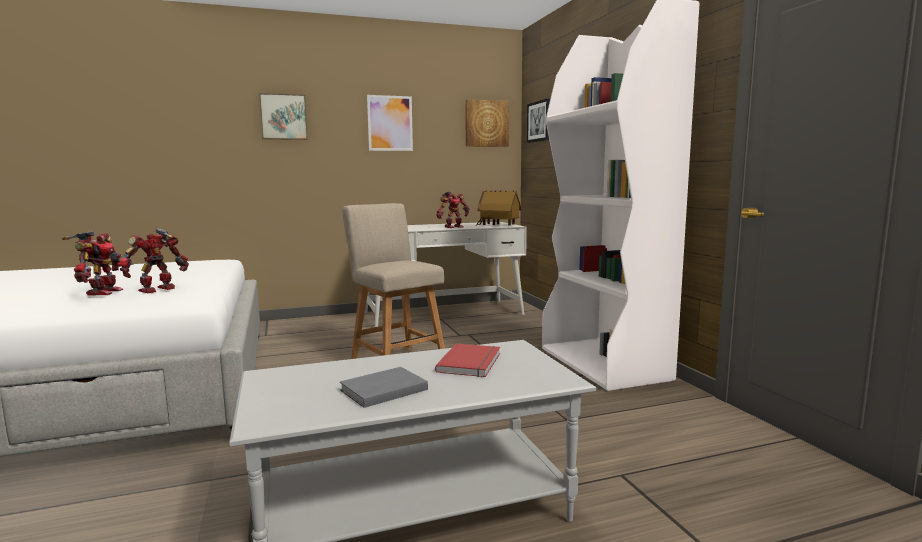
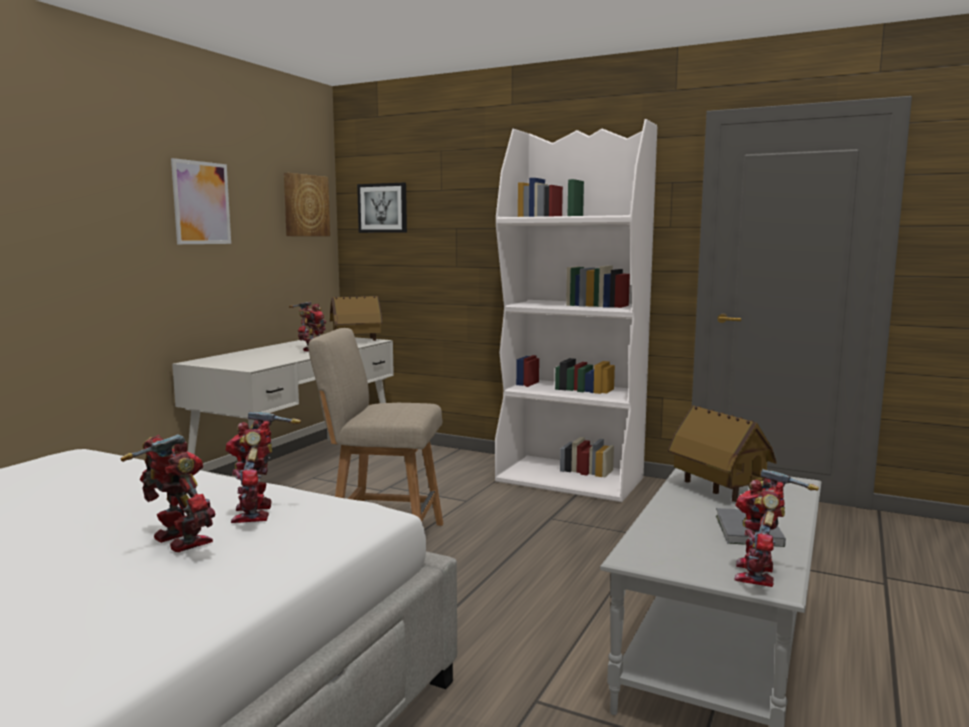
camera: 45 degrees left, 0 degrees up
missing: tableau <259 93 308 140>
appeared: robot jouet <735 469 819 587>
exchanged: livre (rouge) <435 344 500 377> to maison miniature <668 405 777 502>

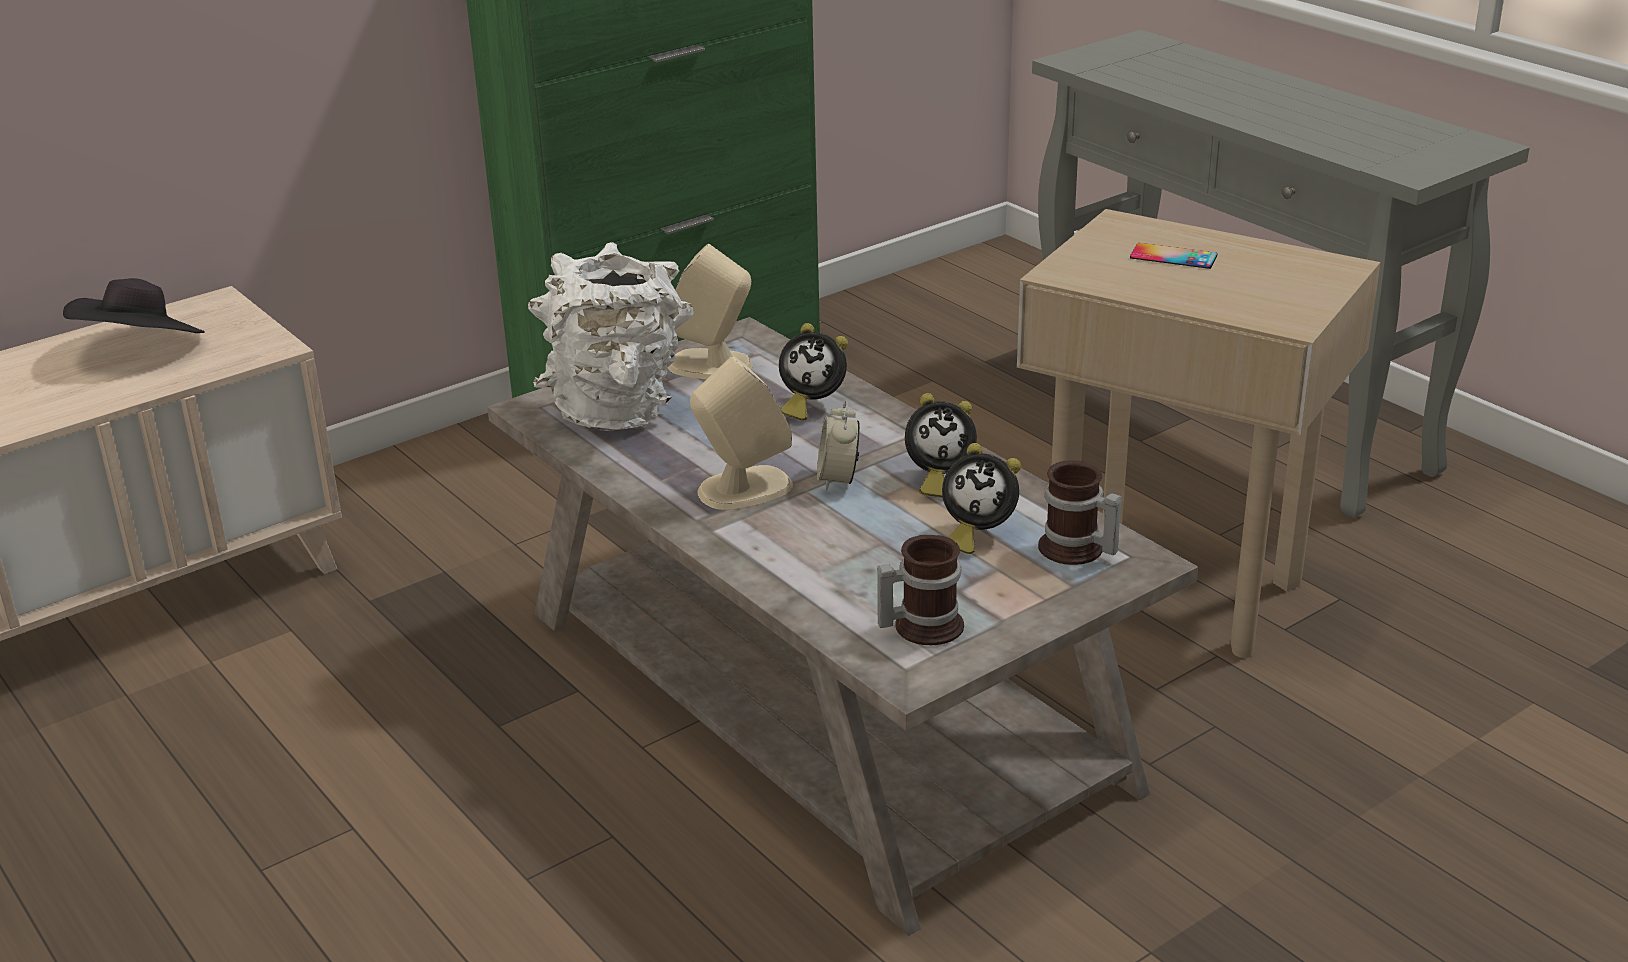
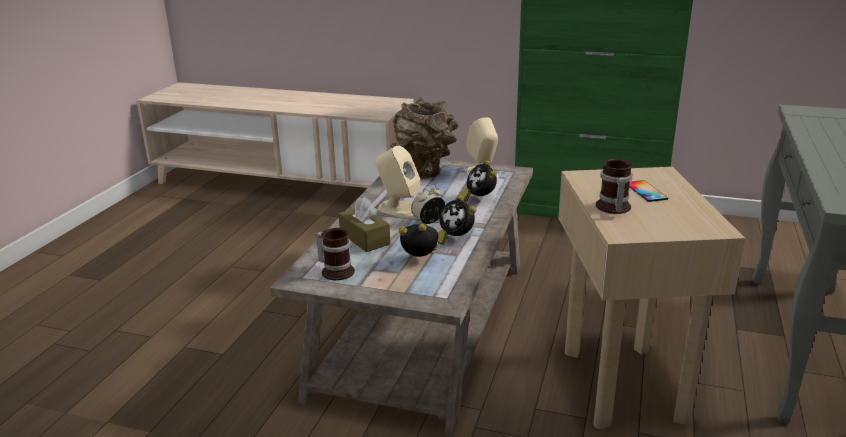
camera: 55 degrees right, 5 degrees down
missing: chapeau (noir) <63 278 205 333>
appeared: boîte à mouchoirs (marron) <339 197 390 252>
relocated: mug <1038 460 1122 565> to <596 158 633 214>
colour: vase (blanc) <528 242 694 431> to vase (marron) <390 98 458 179>
spun: réveil <942 443 1021 554> = <399 224 438 257> 120 degrees clockwise

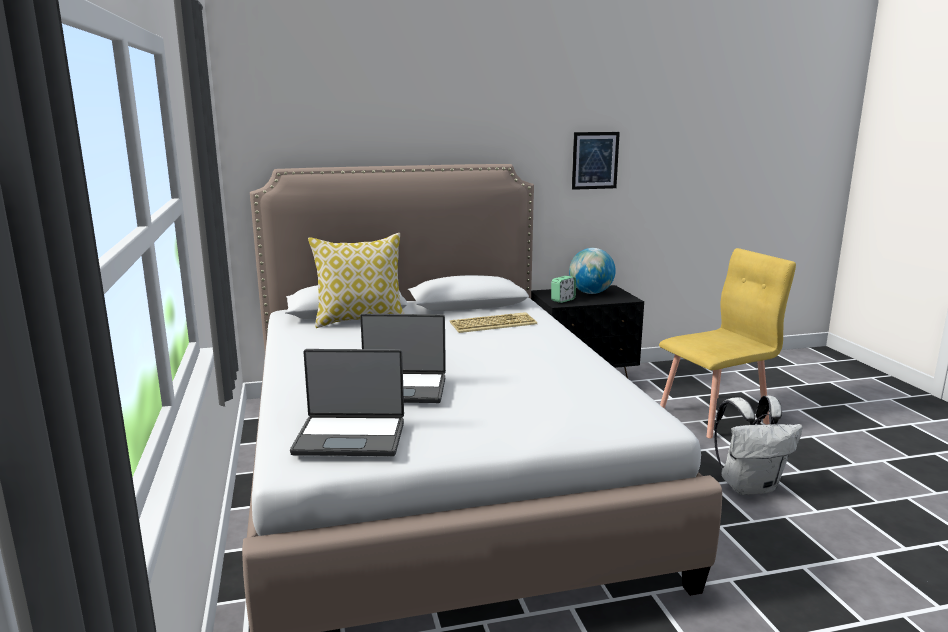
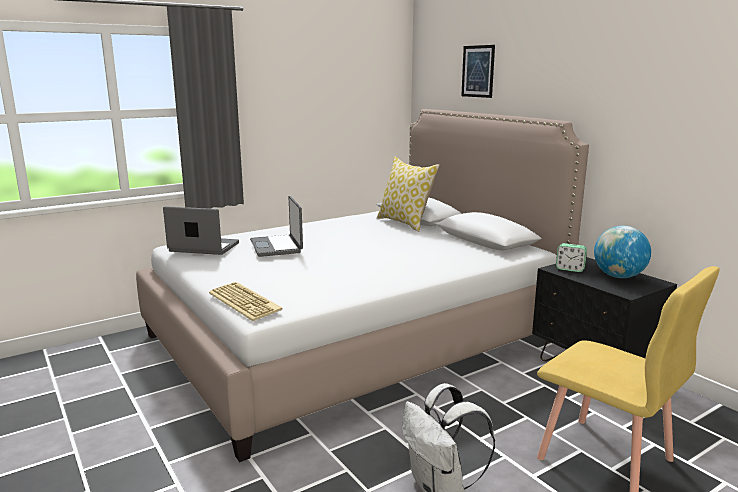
camera: 70 degrees right, 0 degrees up
relocated: tableau <572 132 620 190> to <461 45 495 98>; clavier <450 312 537 333> to <209 282 283 321>
spun: ordinateur portable <290 349 404 456> = <163 206 239 255> 120 degrees clockwise

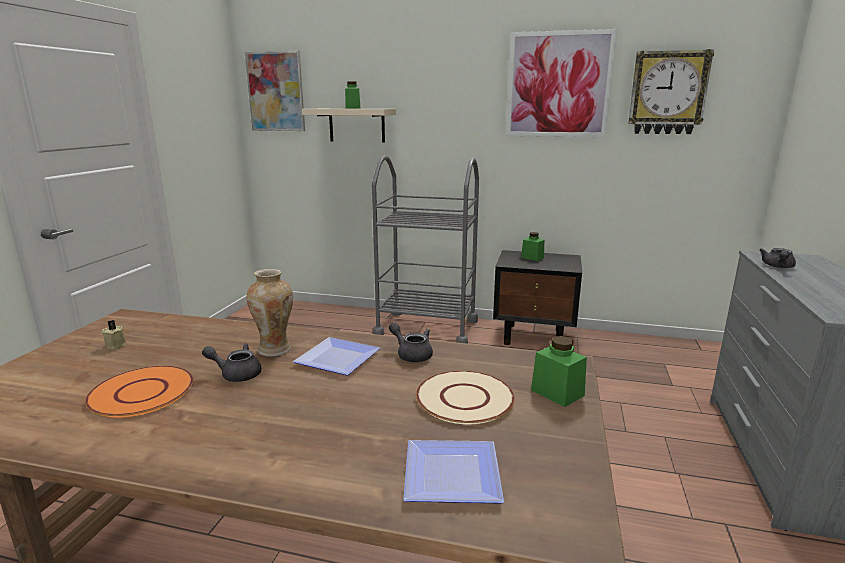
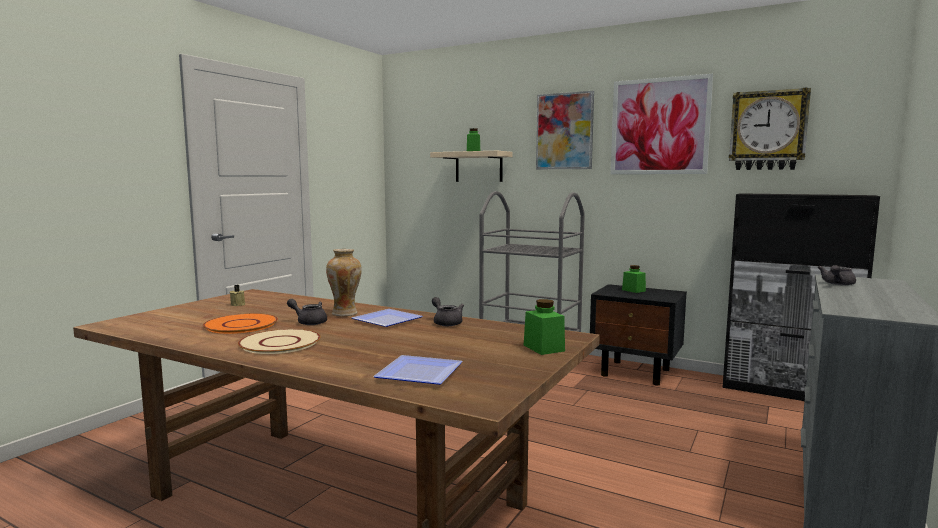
camera: 15 degrees right, 10 degrees down
appeared: meuble de rangement (noir) <722 193 880 401>
relocated: tableau <245 51 305 131> to <536 91 594 169>; assiette (beige) <416 371 515 424> to <238 329 320 354>

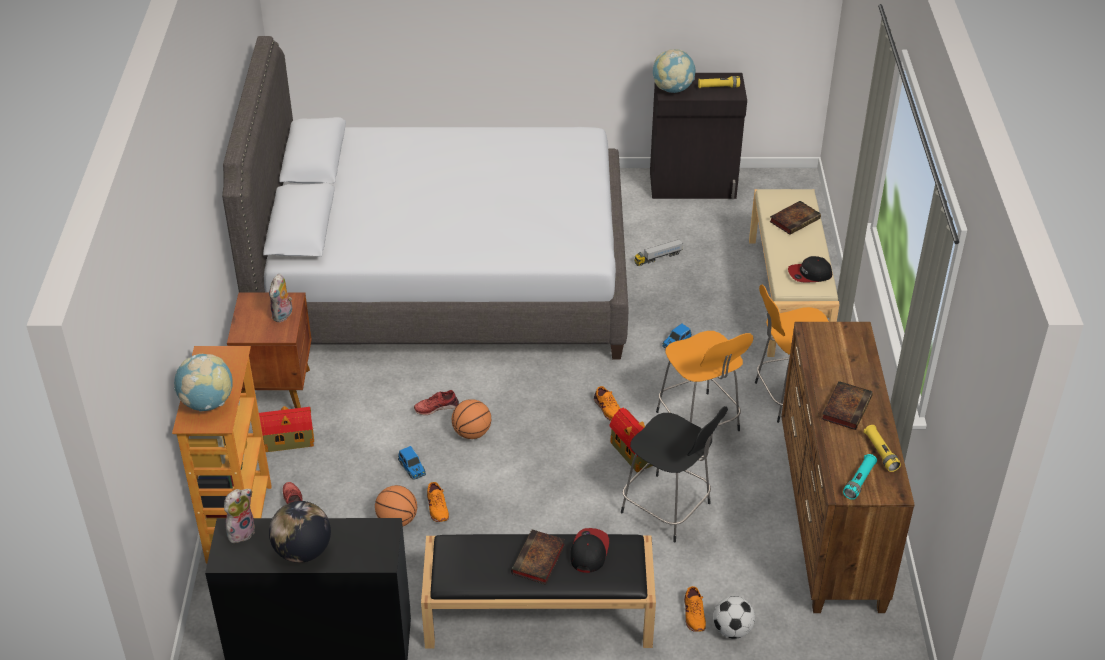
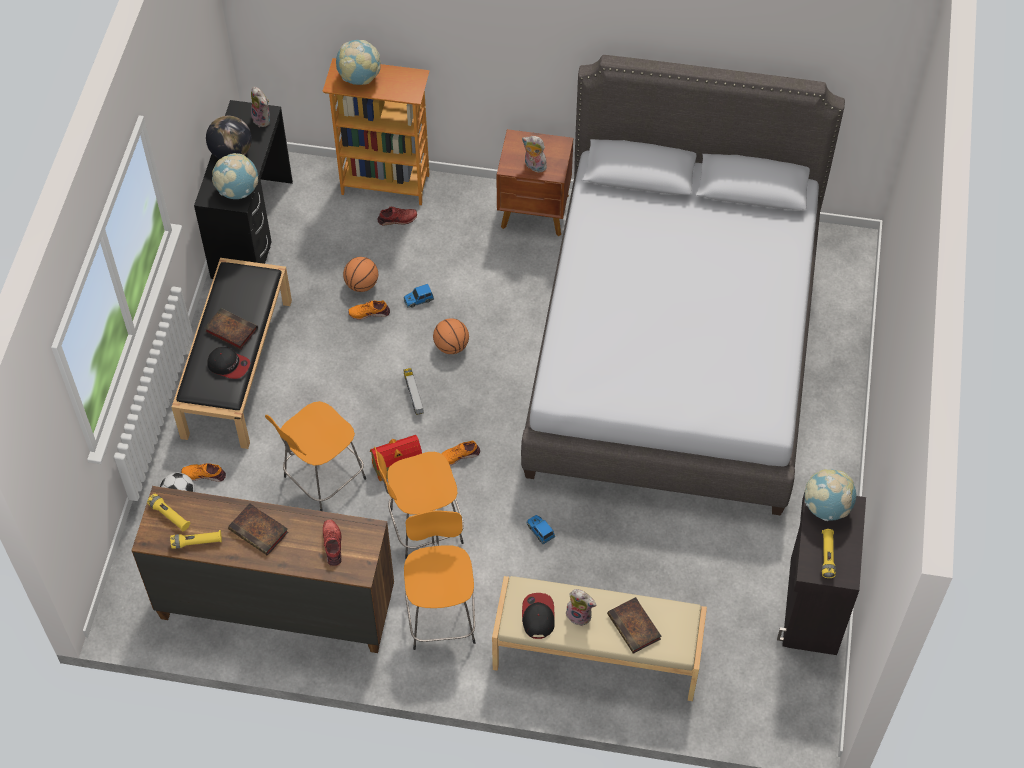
camera: 100 degrees right, 15 degrees up
missing: maison miniature <259 406 314 452>
appeared: globe <212 153 258 199>; peluche <566 589 596 626>
relocated: camion jouet <634 239 683 266> to <403 368 424 415>; chaussure (rouge) <414 390 459 415> to <323 520 342 566>
colour: tabouret (noir) <621 406 728 542> to tabouret (orange) <265 401 366 511>; lampe de poche (turquoise) <843 454 877 500> to lampe de poche (jaune) <147 494 191 531>

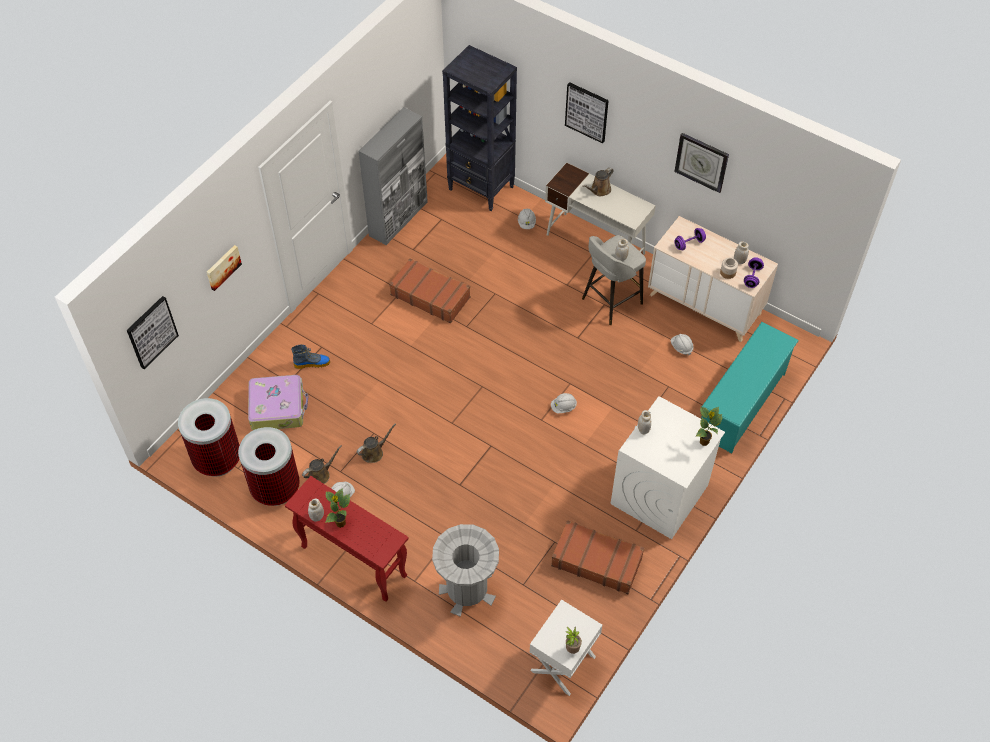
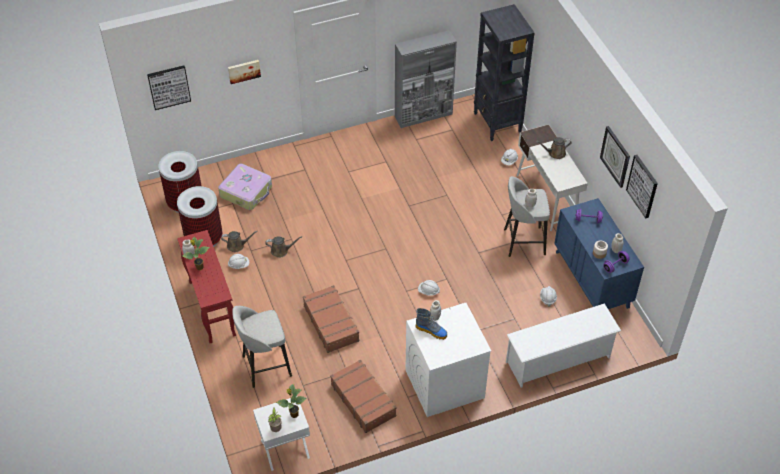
camera: 35 degrees right, 5 degrees down
relocated: tableau <565 82 609 144> to <626 155 658 218>; valise (marron) <389 258 470 324> to <303 285 359 353>; botte <291 344 330 369> to <415 308 447 340>; plante en pot <696 407 722 446> to <276 384 307 418>
exchanged: poubelle (gris) <432 524 499 617> to tabouret (gris) <232 306 292 388>
colour: commode (beige) <648 216 778 342> to commode (bleu) <554 198 644 309>; étagère à chaussures (turquoise) <701 322 799 453> to étagère à chaussures (blanc) <506 303 621 388>

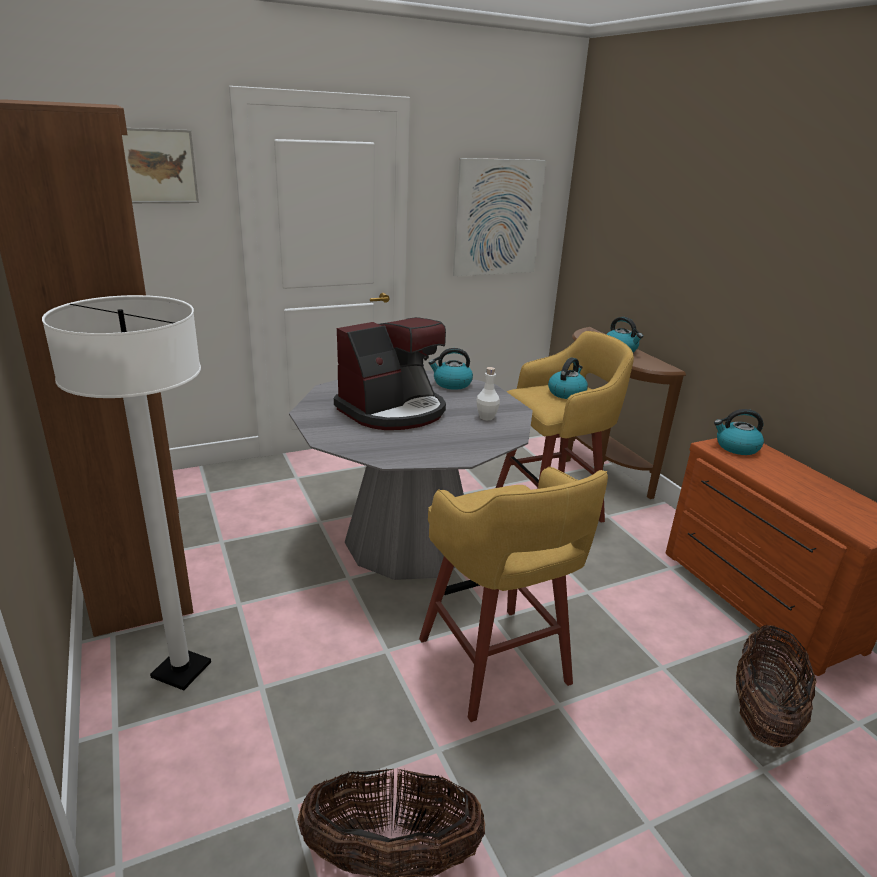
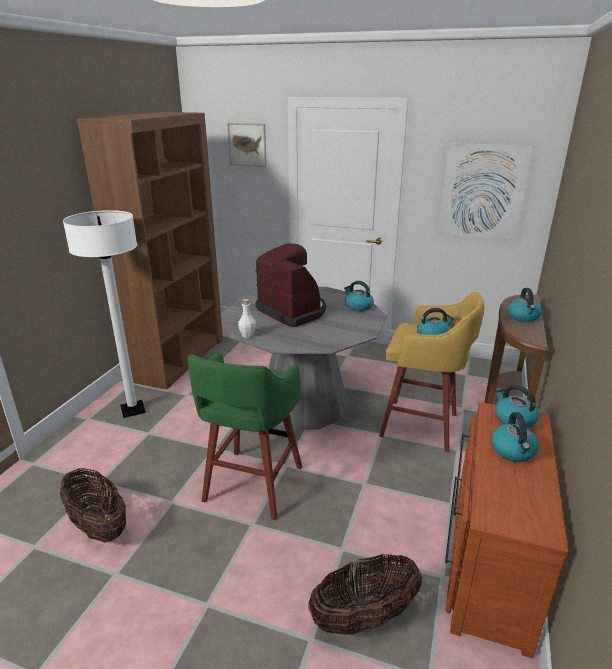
camera: 45 degrees right, 0 degrees up
appeared: bouilloire <491 412 539 462>
relocated: bouteille (blanc) <476 367 500 420> to <238 299 256 338>
colour: tabouret (jaune) <419 467 608 722> to tabouret (vert) <187 352 302 520>
spun: machine à café <334 317 446 430> = <255 243 326 327> 135 degrees counterclockwise

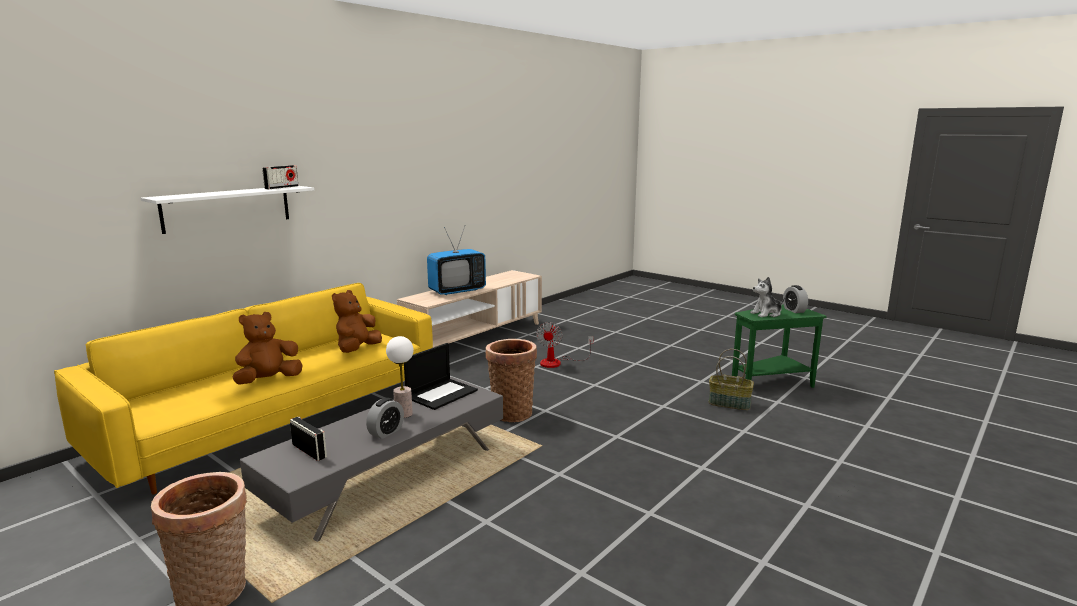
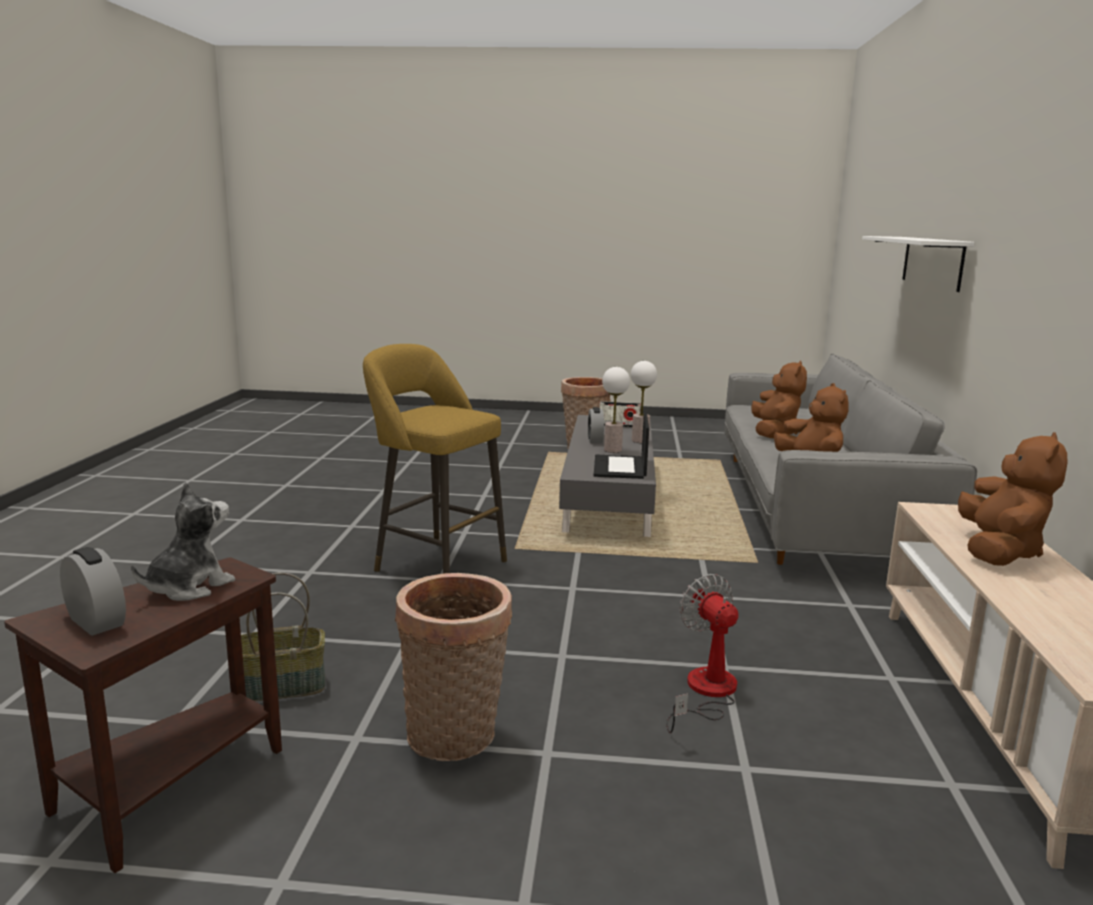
camera: 145 degrees right, 0 degrees up
missing: radio <262 165 298 189>
appeared: tabouret (jaune) <363 344 507 573>; lampe de table <631 361 657 443>
relocated: panier <486 339 537 422> to <395 573 512 761>
exchanged: téléviseur <427 226 486 295> to peluche (marron) <958 432 1068 566>
colour: canapé (jaune) <54 283 433 495> to canapé (gris) <725 353 977 565>; table d'appoint (vert) <732 304 827 388> to table d'appoint (marron) <4 558 282 873>

